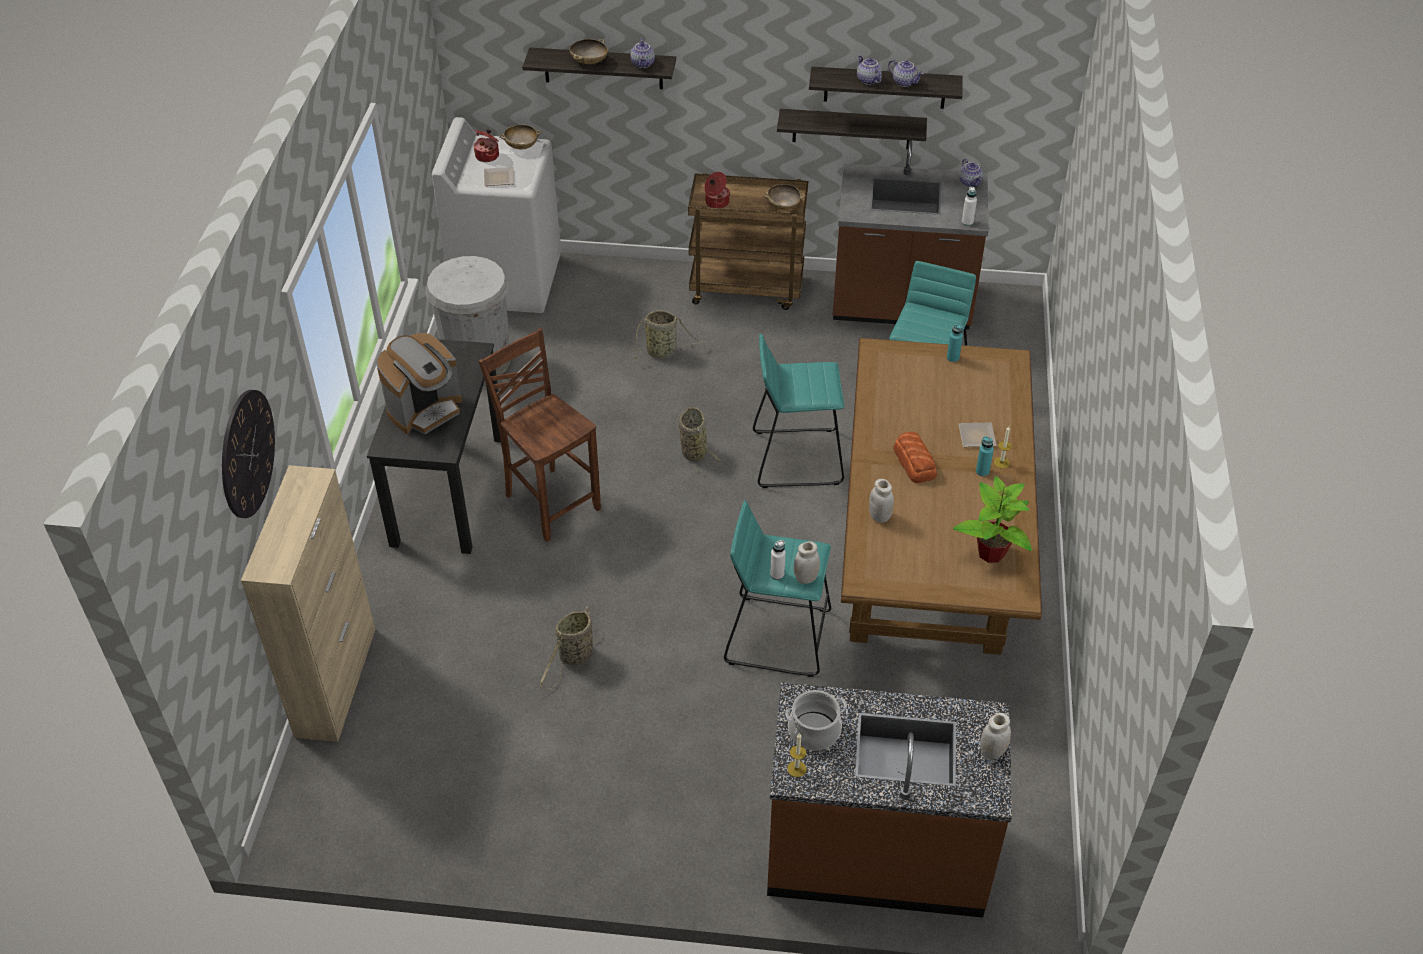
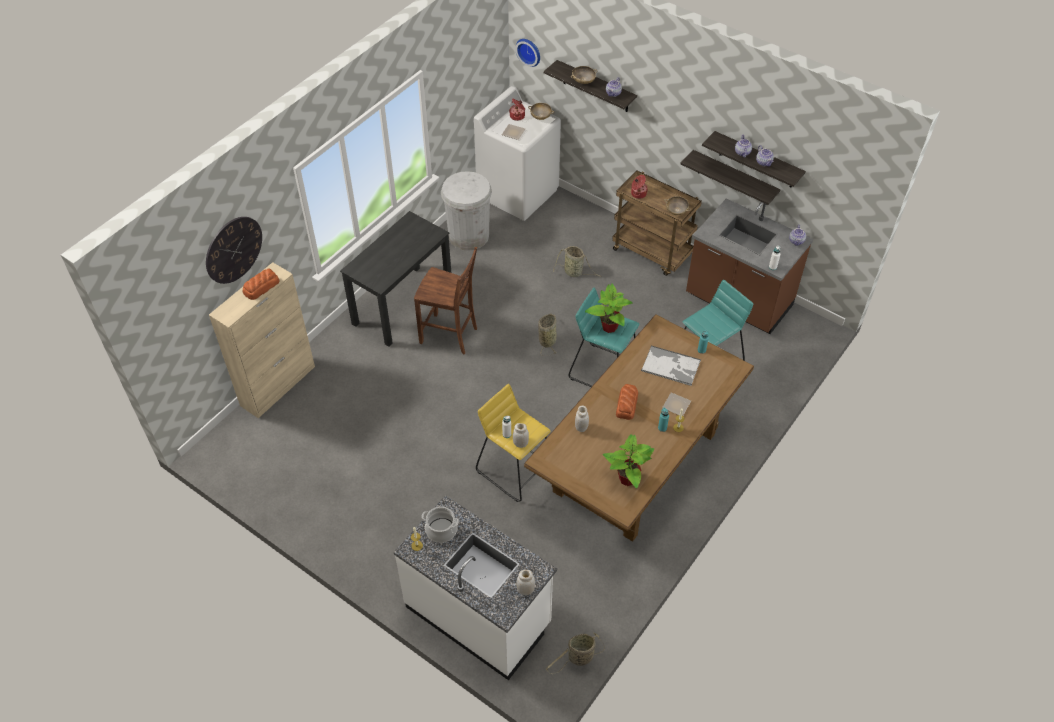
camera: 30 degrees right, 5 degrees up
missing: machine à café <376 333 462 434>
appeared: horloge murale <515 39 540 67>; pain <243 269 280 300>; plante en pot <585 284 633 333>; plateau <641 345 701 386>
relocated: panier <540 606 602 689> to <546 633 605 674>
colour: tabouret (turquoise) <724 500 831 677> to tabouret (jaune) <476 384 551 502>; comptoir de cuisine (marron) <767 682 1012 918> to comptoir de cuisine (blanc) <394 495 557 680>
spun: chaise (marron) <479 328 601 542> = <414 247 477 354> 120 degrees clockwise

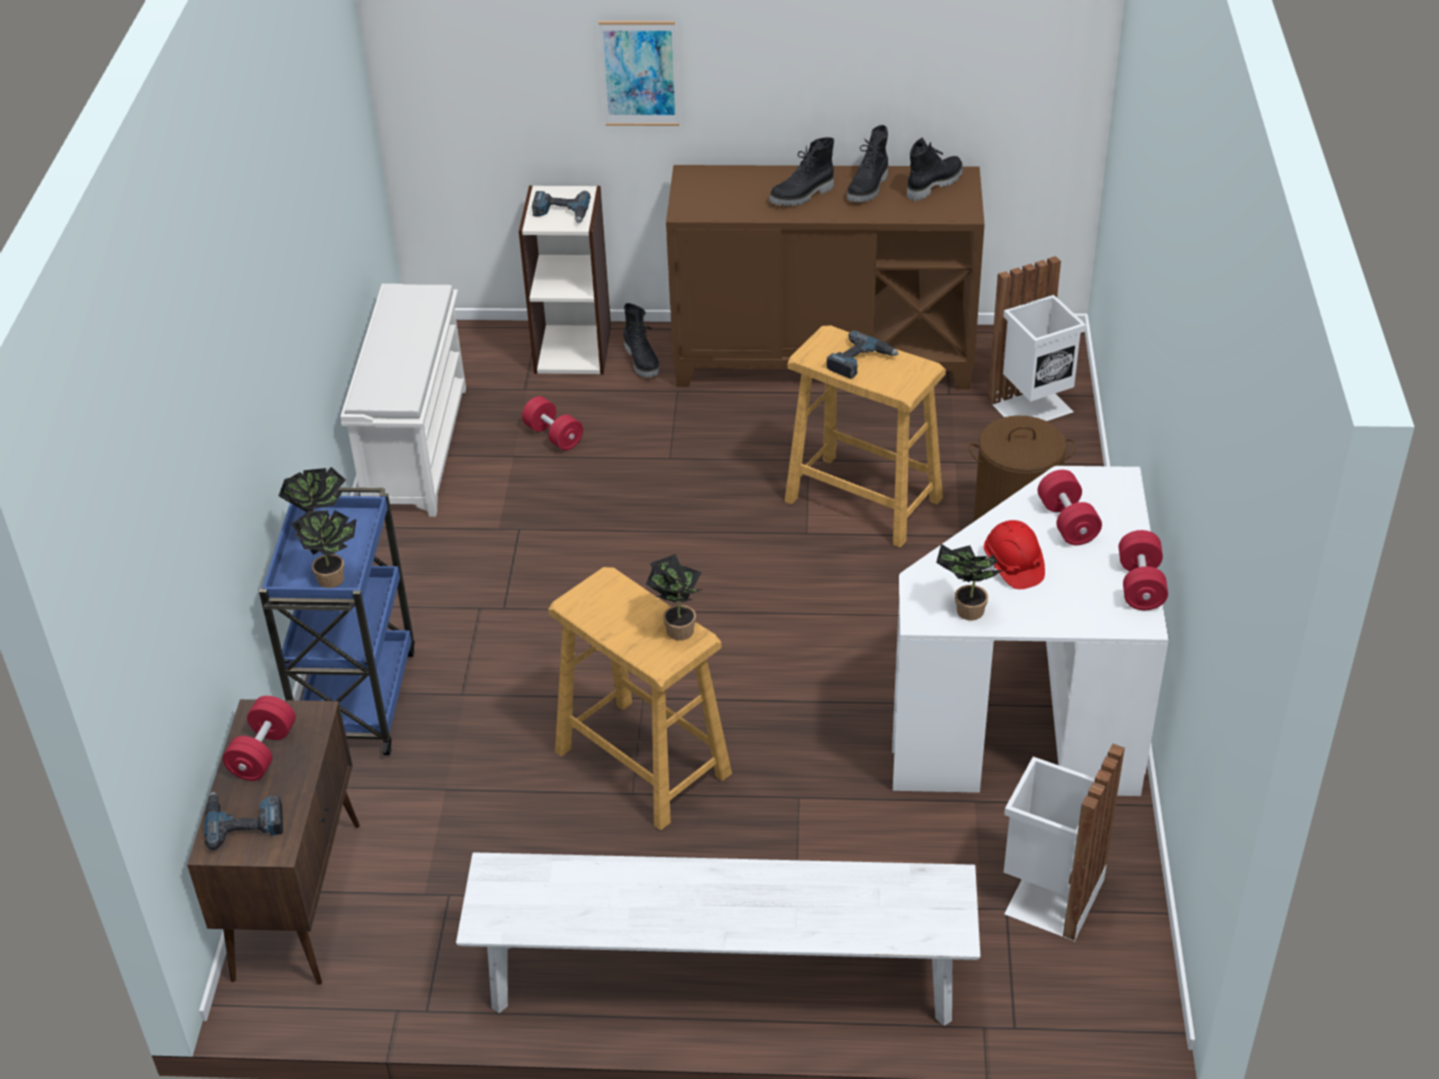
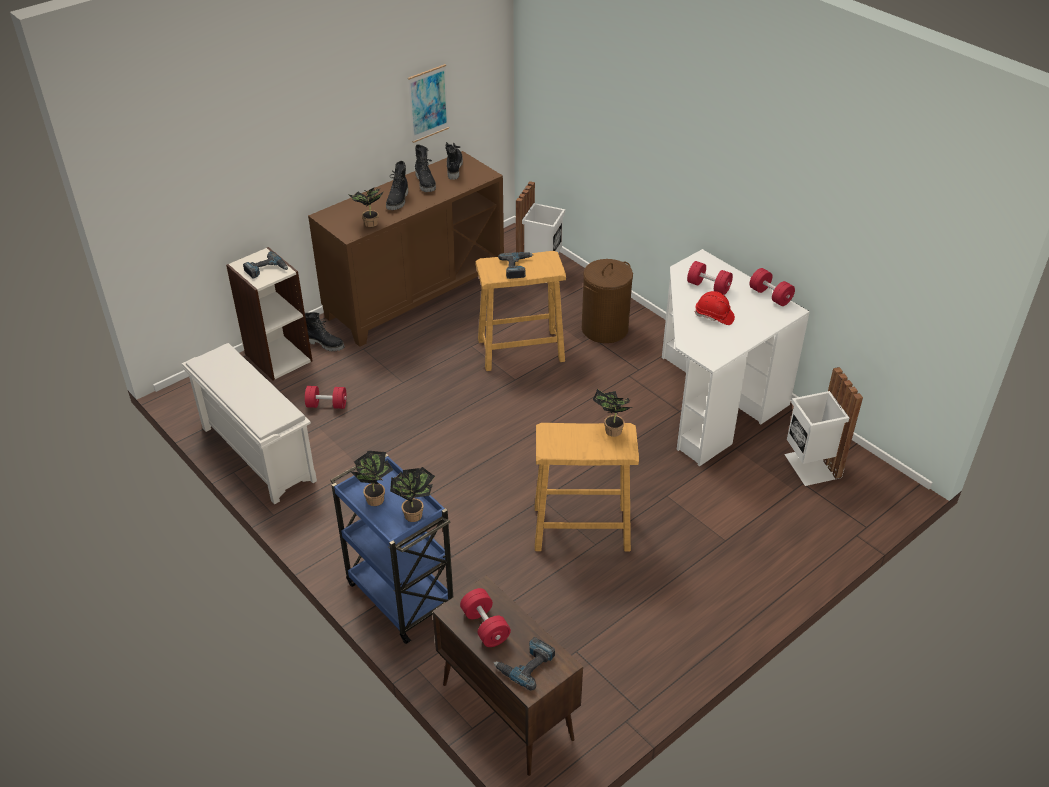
camera: 45 degrees left, 0 degrees up
missing: banc (blanc) <456 852 980 1026>
relocated: tableau <598 21 679 126> to <408 64 449 143>; plante en pot <936 544 1004 620> to <348 187 383 227>

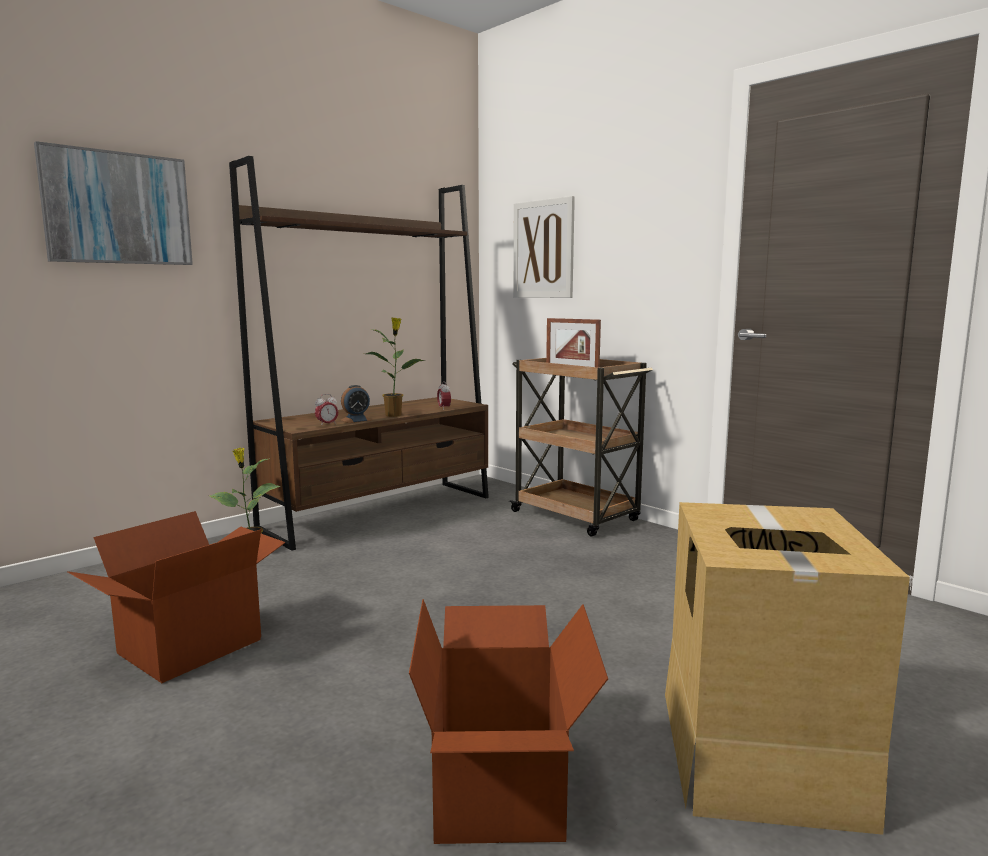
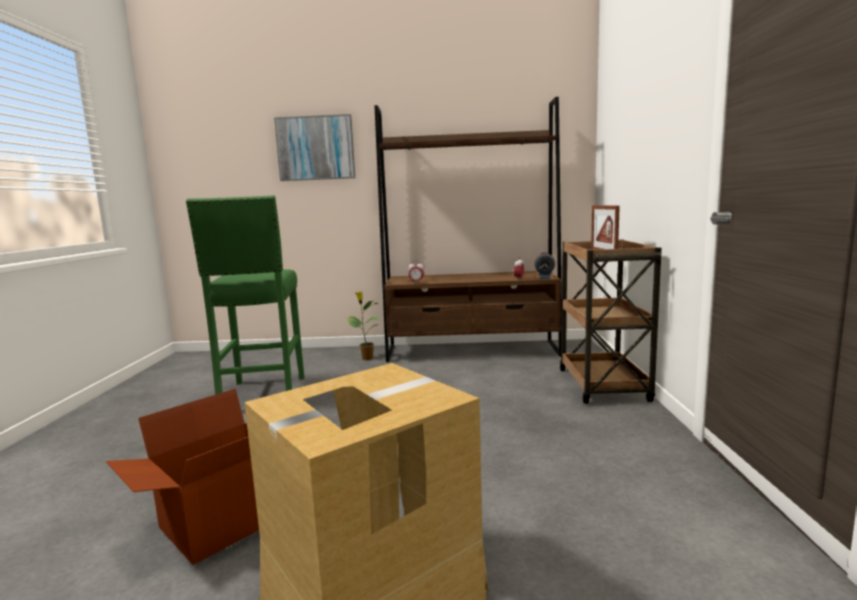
camera: 45 degrees right, 0 degrees up
missing: tableau <513 196 575 298>; plante en pot <366 317 425 417>
relocated: réveil <341 385 372 423> to <534 252 555 279>
exchanged: carton <68 511 286 683> to tabouret (vert) <186 195 305 395>

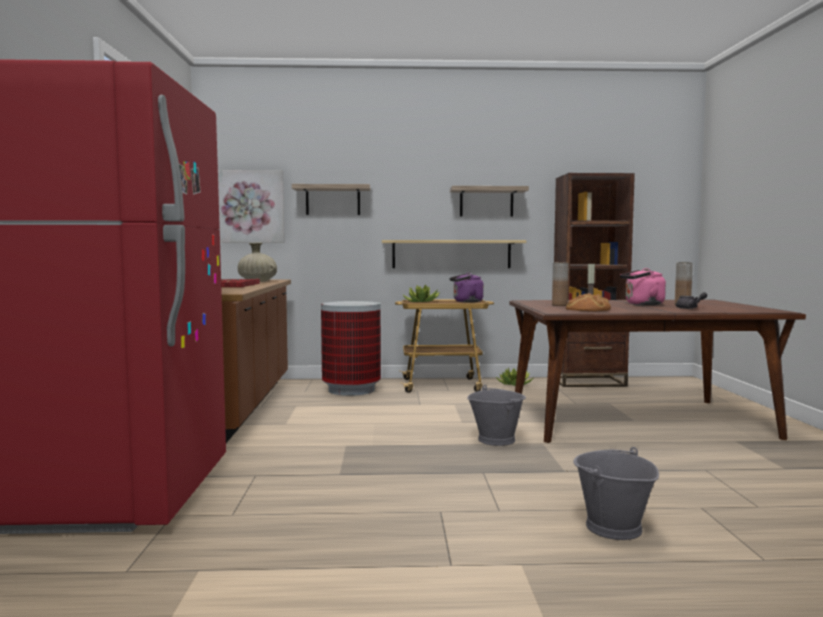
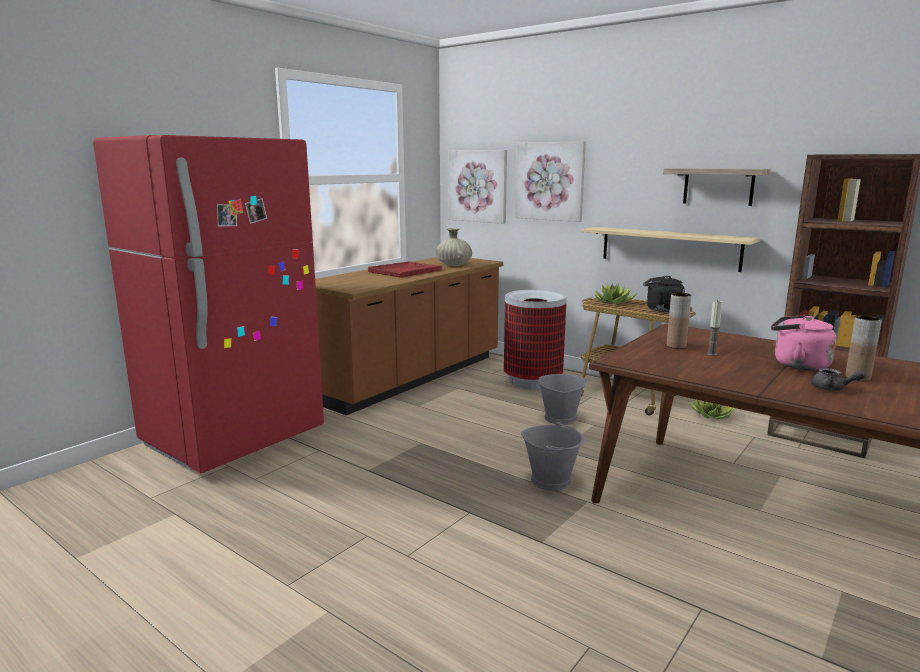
camera: 40 degrees right, 10 degrees up
missing: pain <566 293 611 311>
relocated: seau (gris) <573 447 659 540> to <536 374 587 425>
exchanged: étagère <292 184 371 215> to tableau <515 141 586 222>
colour: bouilloire (violet) <449 273 484 303> to bouilloire (noir) <643 276 685 312>

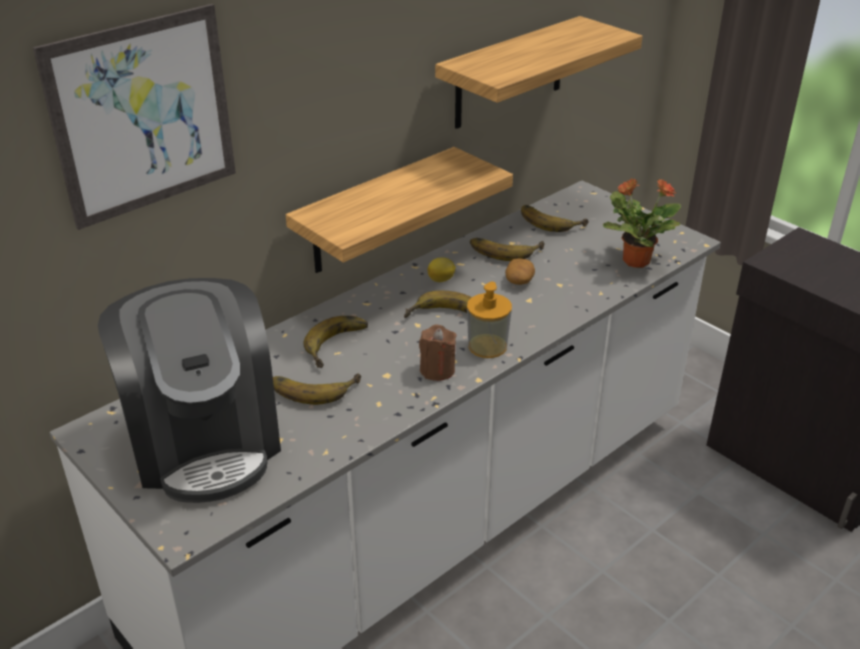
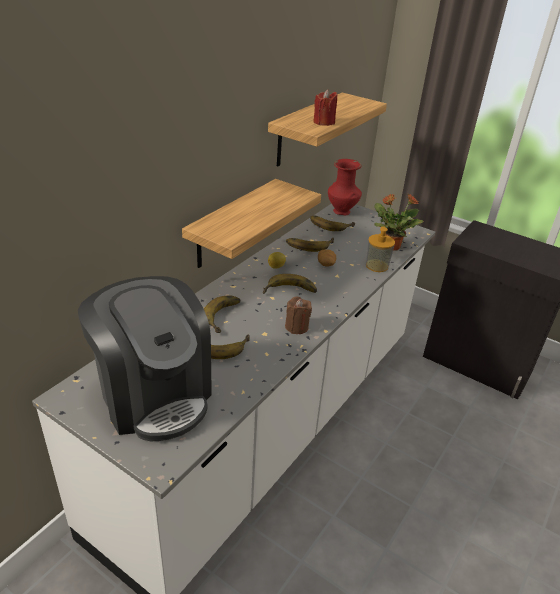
camera: 15 degrees left, 0 degrees up
missing: tableau <33 4 236 230>
appeared: bougie (rouge) <313 89 337 126>; vase (rouge) <328 159 362 216>
relocated: distributeur de savon <467 282 512 358> to <366 226 395 272>

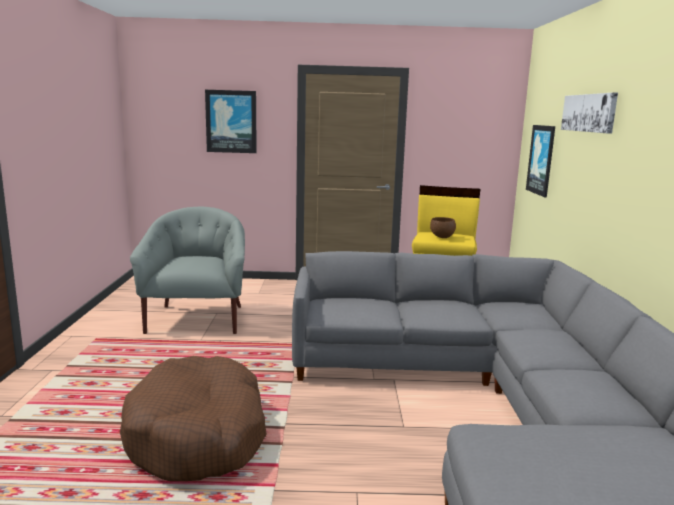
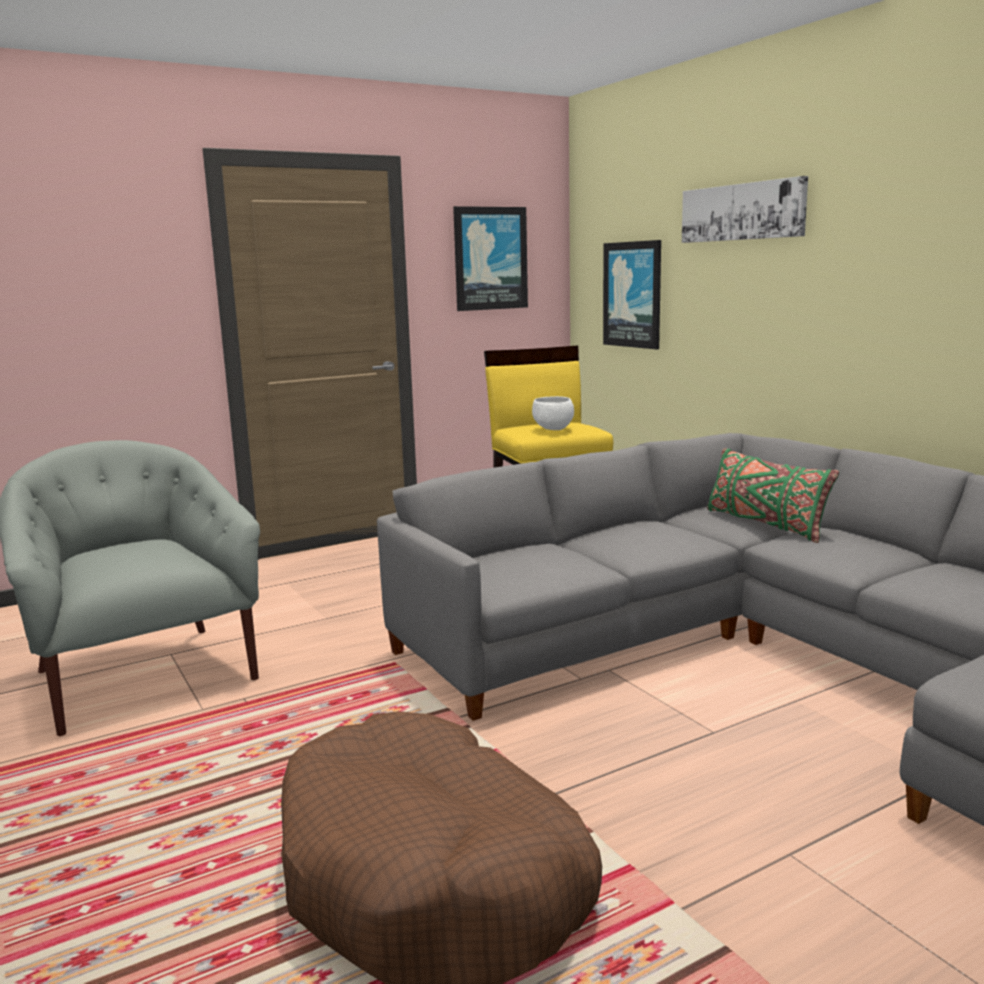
camera: 30 degrees left, 0 degrees up
appeared: coussin (vert) <707 448 839 543>
relocated: tableau <205 90 257 153> to <453 206 528 311>
colour: bol (marron) <430 217 456 238> to bol (blanc) <532 396 574 430>

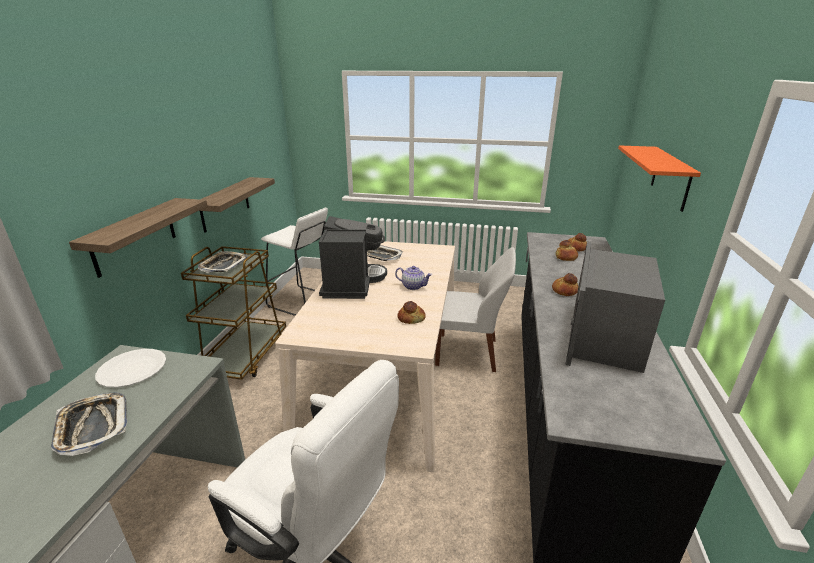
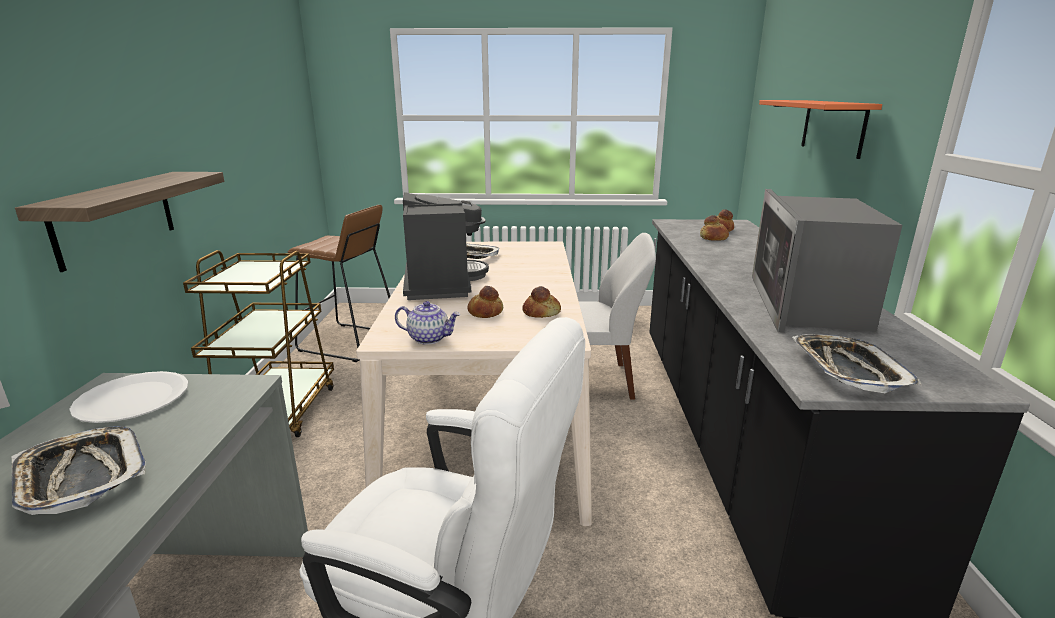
camera: 10 degrees left, 5 degrees down
missing: étagère <199 177 275 233>
relocated: plateau <198 251 247 273> to <792 334 921 393>; théière <395 266 432 290> to <395 301 460 345>; pain <552 273 579 296> to <467 286 503 318>
colour: tabouret (blanc) <261 208 328 316> to tabouret (marron) <288 205 390 362>

